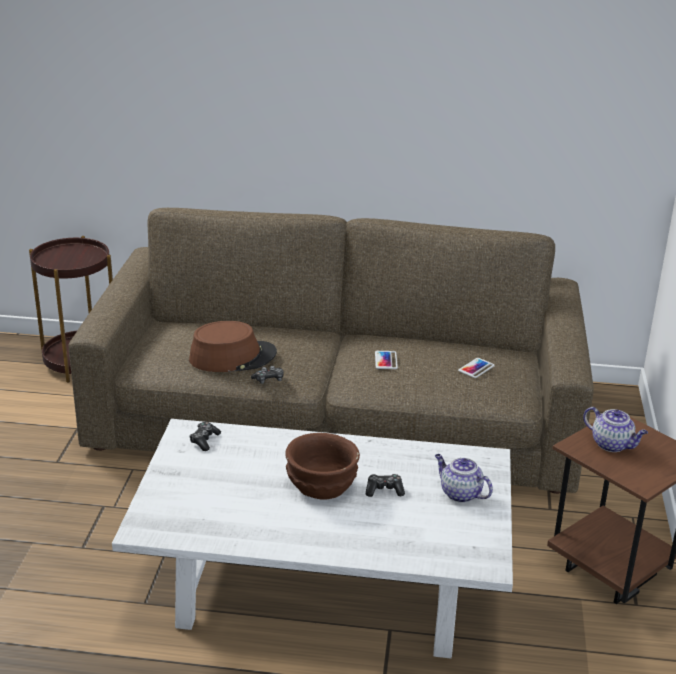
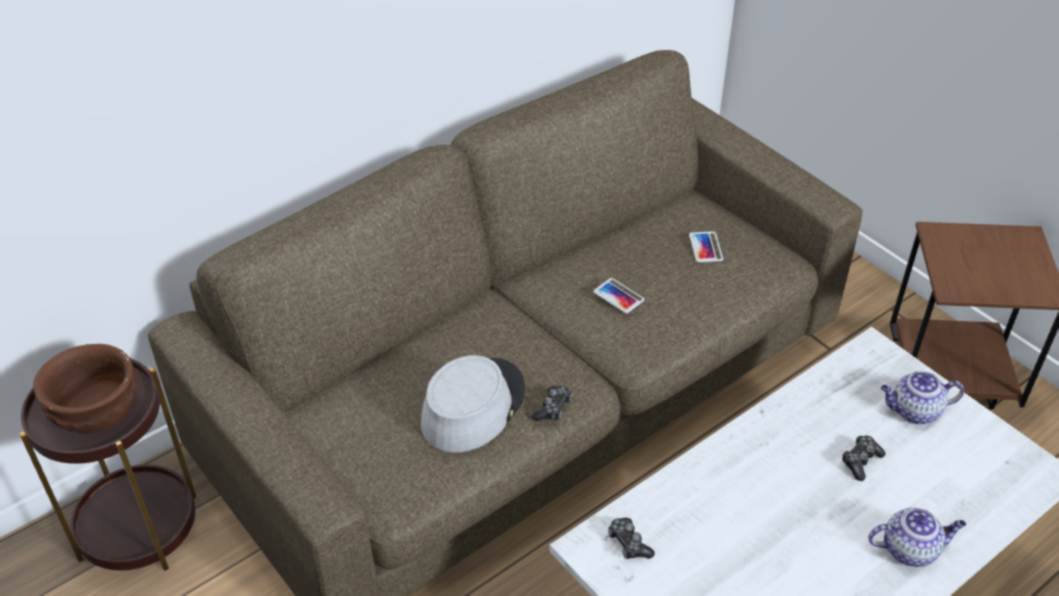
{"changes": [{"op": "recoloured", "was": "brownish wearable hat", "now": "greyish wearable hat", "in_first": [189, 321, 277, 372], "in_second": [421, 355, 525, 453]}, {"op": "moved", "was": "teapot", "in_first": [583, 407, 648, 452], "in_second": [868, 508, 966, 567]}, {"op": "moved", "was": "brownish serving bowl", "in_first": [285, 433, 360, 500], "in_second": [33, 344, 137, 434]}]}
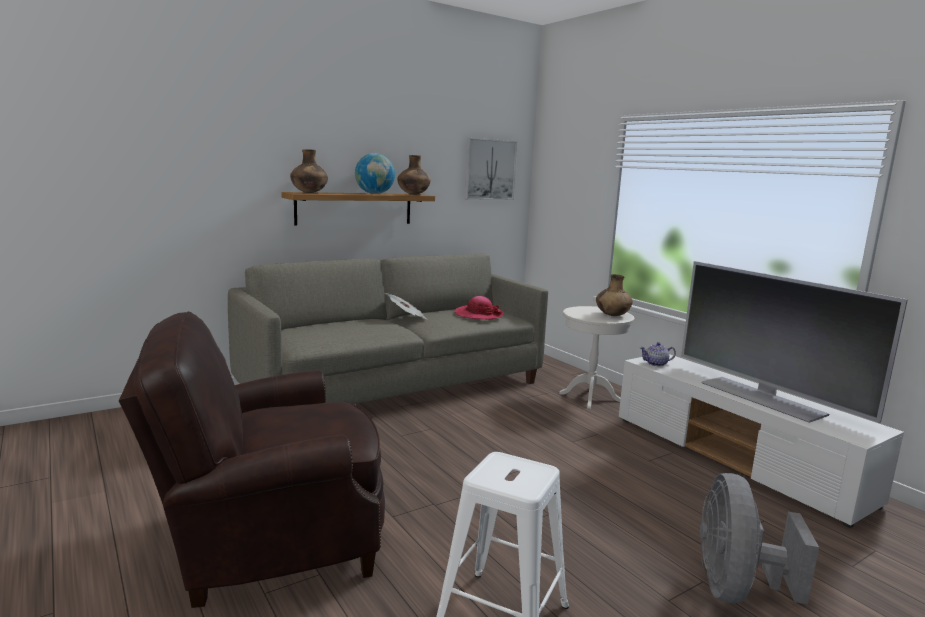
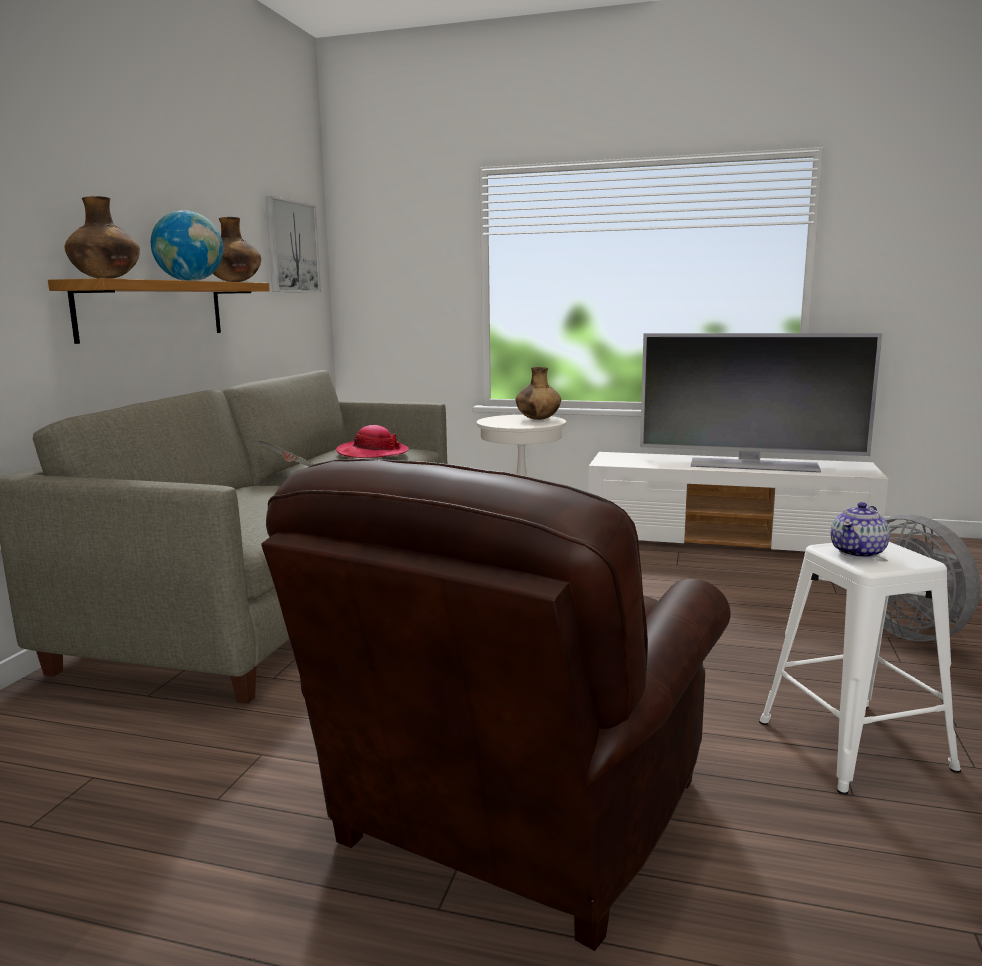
{"changes": [{"op": "moved", "was": "teapot", "in_first": [640, 342, 676, 366], "in_second": [831, 502, 890, 558]}]}
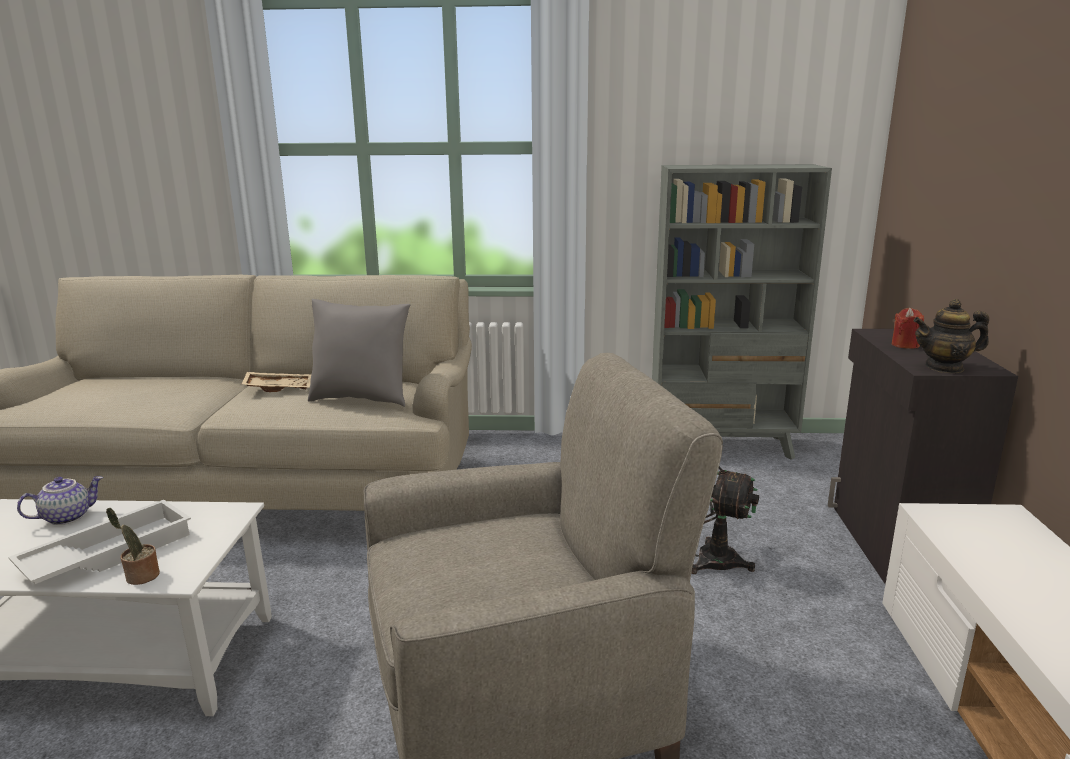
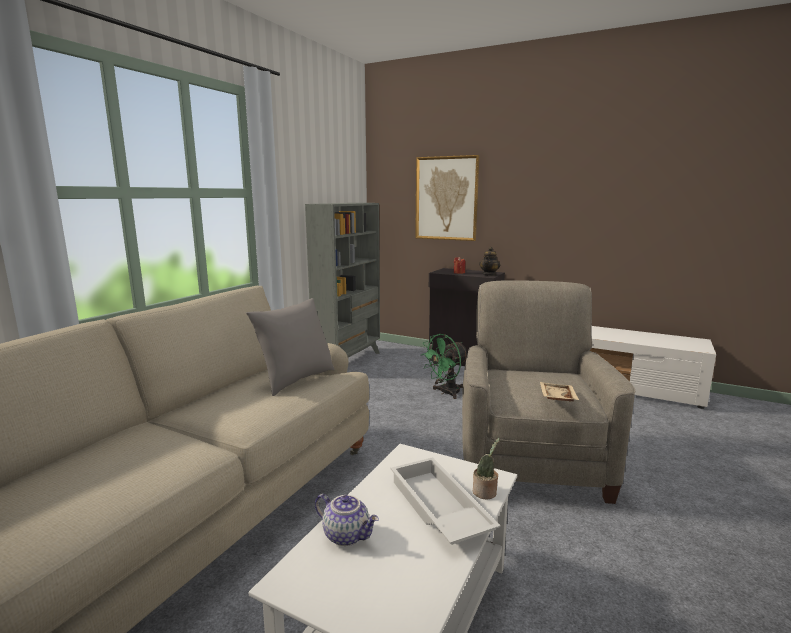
{"changes": [{"op": "moved", "was": "beige-coloured serving tray", "in_first": [242, 372, 311, 392], "in_second": [540, 382, 579, 402]}, {"op": "turned", "was": "teapot", "in_first": [17, 476, 103, 525], "in_second": [315, 494, 379, 546], "clockwise": 135}, {"op": "added", "now": "picture", "in_second": [415, 155, 479, 241]}]}
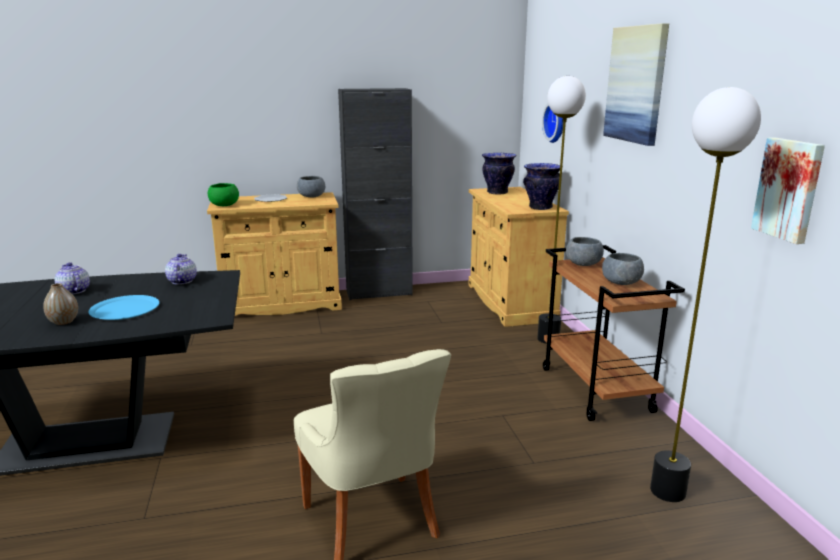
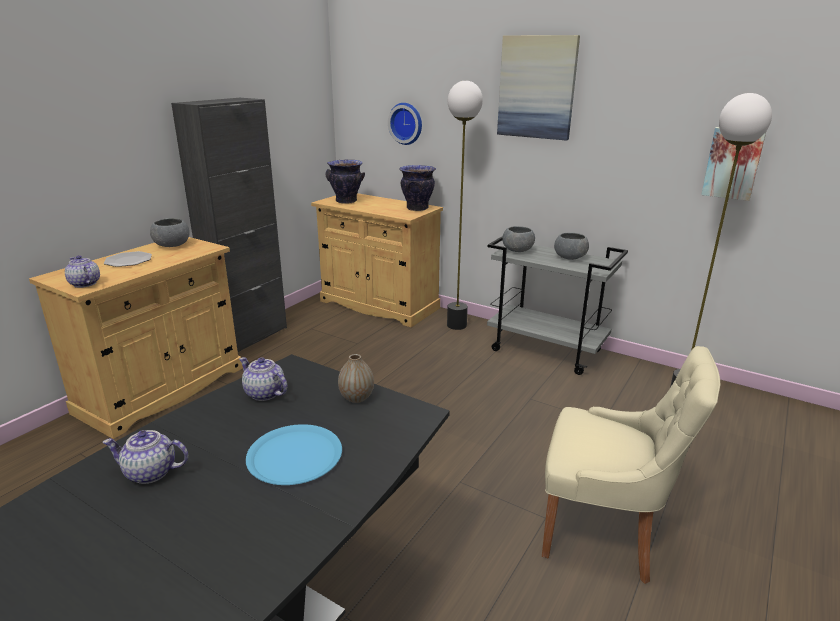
{"changes": [{"op": "replaced", "was": "green serving bowl", "now": "teapot", "in_first": [208, 183, 239, 206], "in_second": [65, 255, 100, 288]}, {"op": "recoloured", "was": "brownish trolley", "now": "greyish trolley", "in_first": [543, 245, 685, 421], "in_second": [487, 236, 628, 375]}, {"op": "moved", "was": "flower vase", "in_first": [43, 283, 78, 325], "in_second": [338, 354, 374, 403]}]}
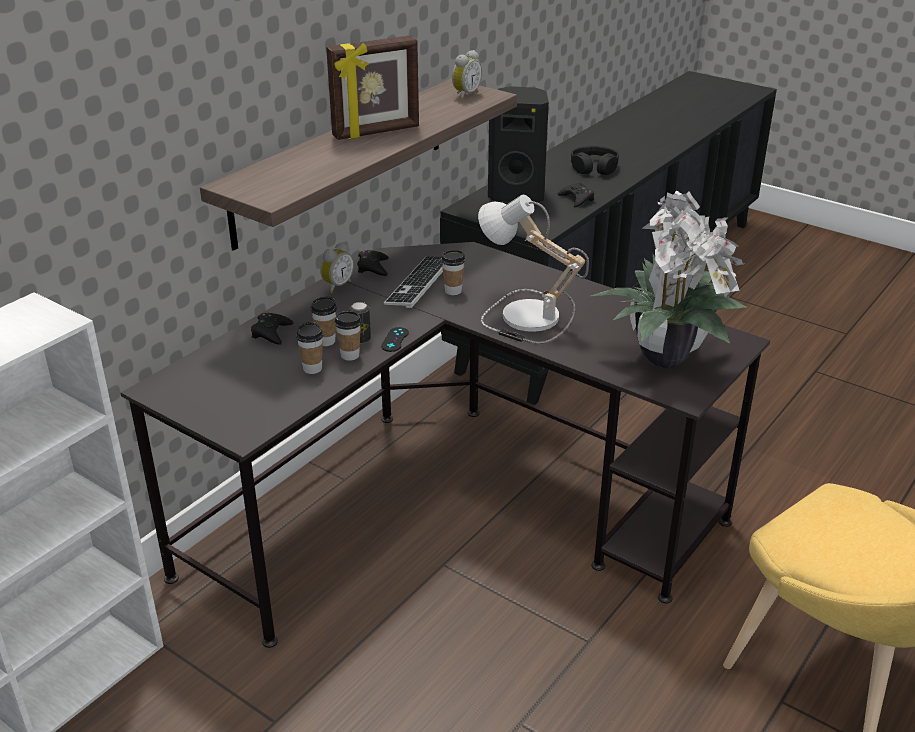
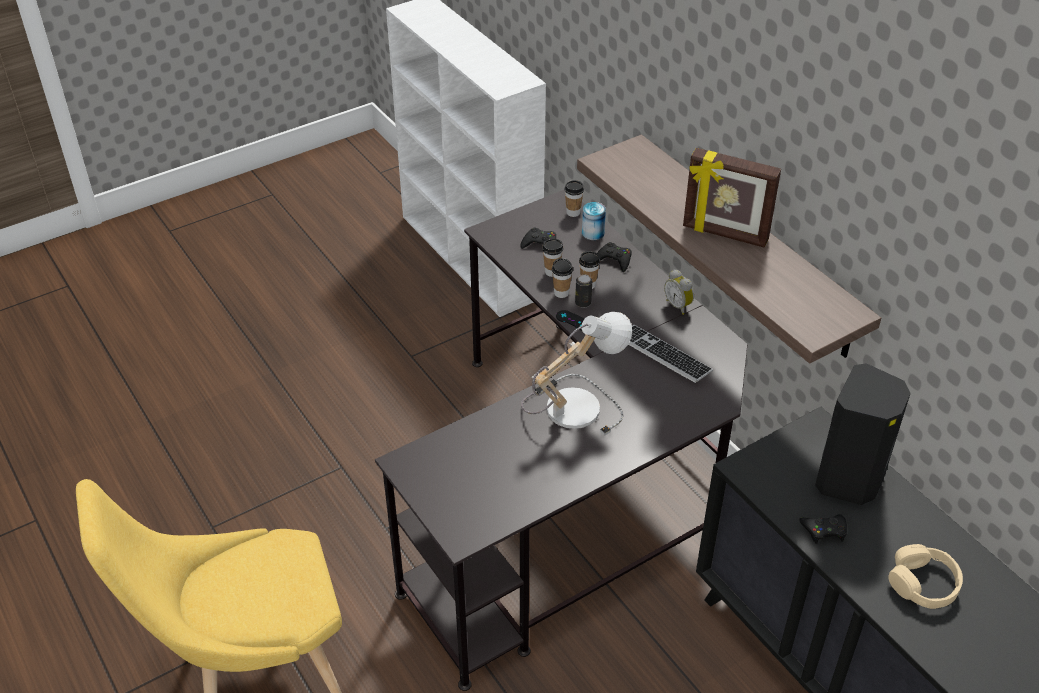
{"changes": [{"op": "turned", "was": "picture frame", "in_first": [326, 35, 419, 140], "in_second": [683, 148, 781, 247], "clockwise": -60}, {"op": "removed", "was": "table clock", "in_first": [452, 50, 482, 100]}, {"op": "recoloured", "was": "blackish headset", "now": "beige-coloured headset", "in_first": [571, 146, 619, 175], "in_second": [888, 544, 963, 609]}, {"op": "removed", "was": "potted plant", "in_first": [591, 190, 746, 368]}, {"op": "moved", "was": "blackish joypad", "in_first": [357, 250, 389, 276], "in_second": [520, 227, 556, 249]}, {"op": "moved", "was": "cup", "in_first": [441, 250, 465, 295], "in_second": [564, 180, 584, 217]}, {"op": "added", "now": "can", "in_second": [582, 202, 606, 240]}]}
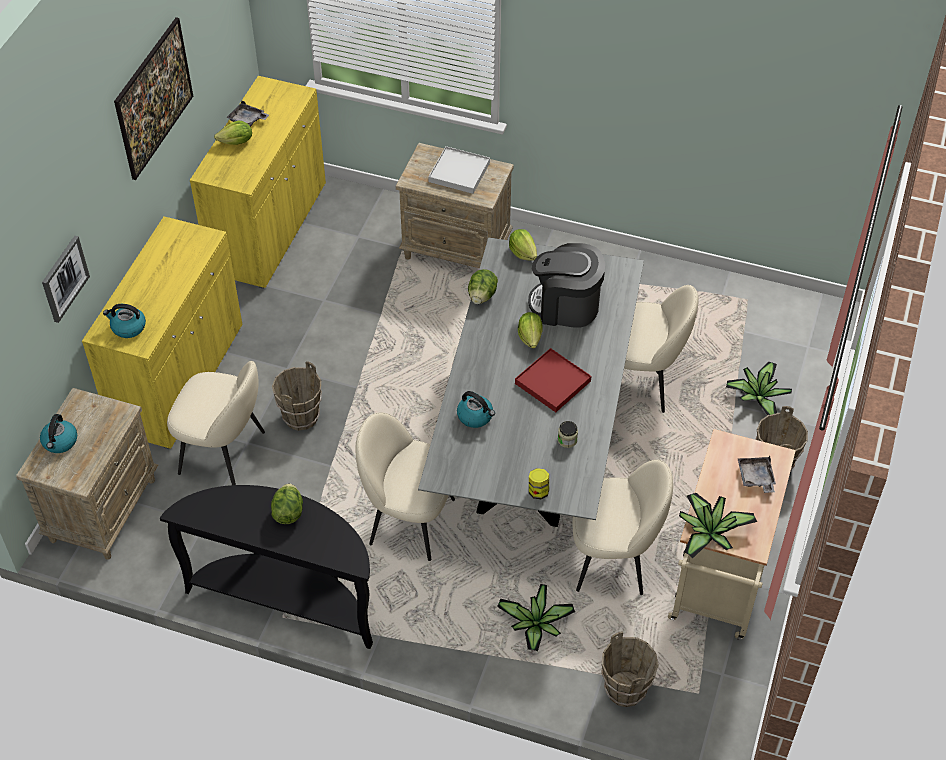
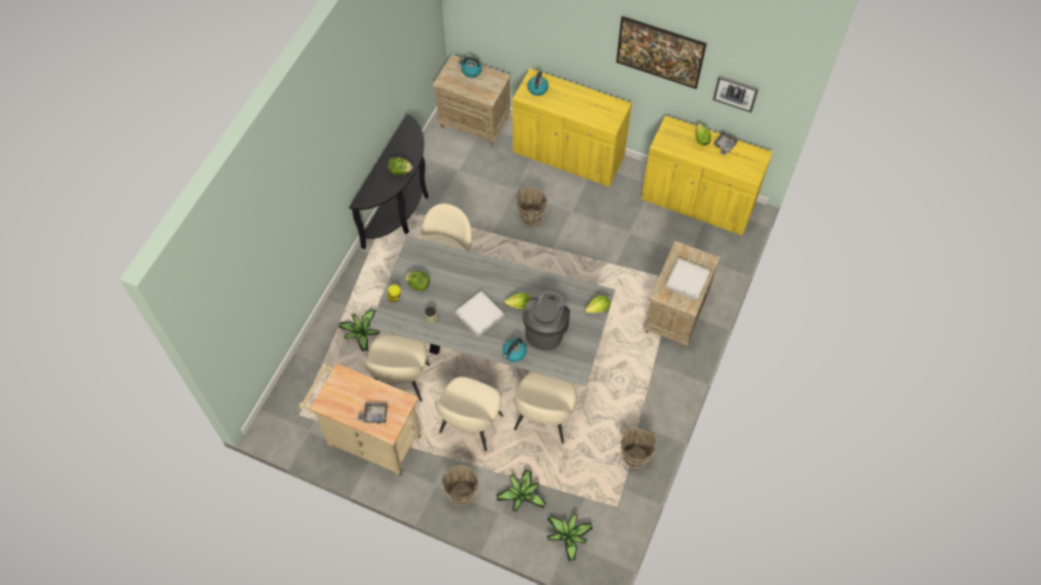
{"changes": [{"op": "moved", "was": "picture", "in_first": [42, 236, 90, 323], "in_second": [713, 75, 759, 113]}, {"op": "moved", "was": "head of lettuce", "in_first": [468, 269, 498, 304], "in_second": [405, 271, 430, 291]}, {"op": "recoloured", "was": "red-coloured serving tray", "now": "white-coloured serving tray", "in_first": [515, 348, 592, 412], "in_second": [454, 291, 505, 337]}, {"op": "moved", "was": "beige-coloured plain chair", "in_first": [167, 361, 265, 485], "in_second": [435, 377, 503, 451]}, {"op": "moved", "was": "kettle", "in_first": [457, 391, 495, 428], "in_second": [503, 338, 527, 362]}, {"op": "moved", "was": "potted plant", "in_first": [679, 493, 757, 559], "in_second": [547, 513, 593, 561]}, {"op": "moved", "was": "brownish bucket", "in_first": [601, 631, 659, 707], "in_second": [620, 428, 656, 468]}]}
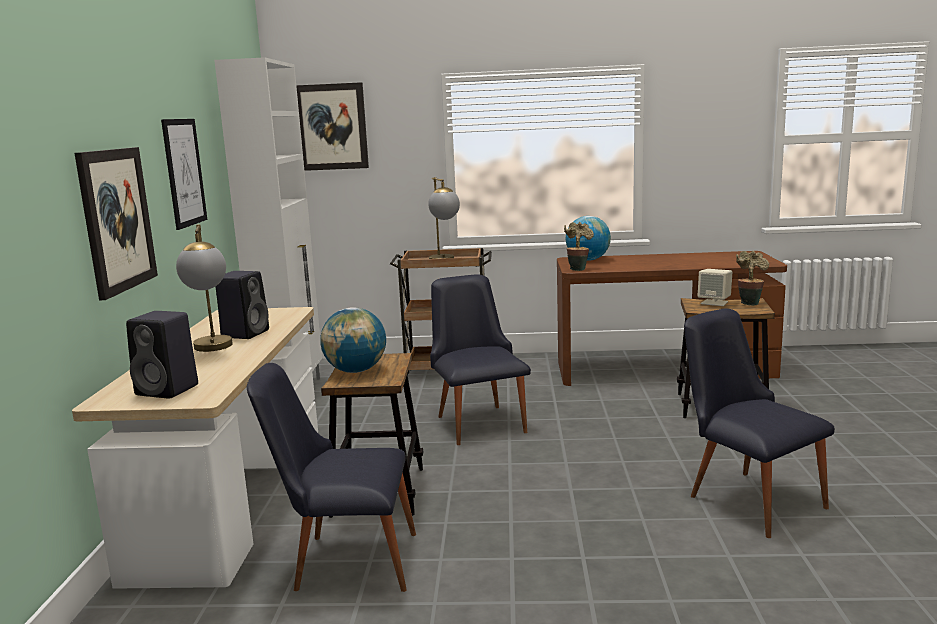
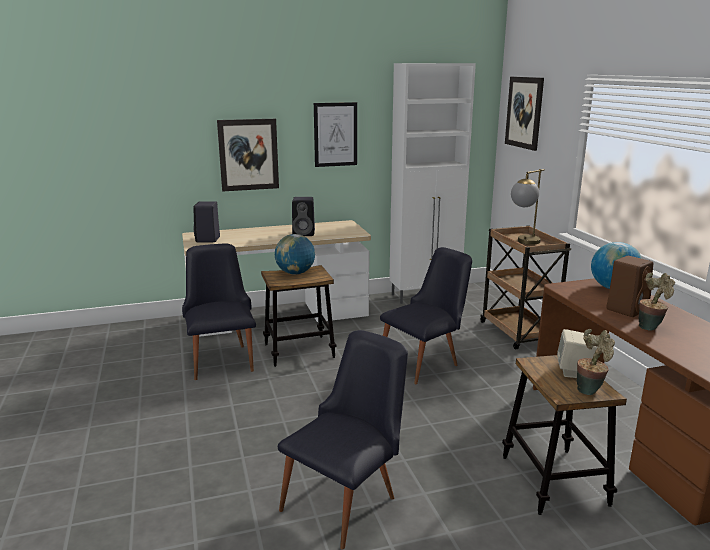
{"changes": [{"op": "moved", "was": "potted plant", "in_first": [564, 222, 594, 271], "in_second": [639, 272, 675, 331]}, {"op": "removed", "was": "table lamp", "in_first": [176, 224, 233, 352]}, {"op": "added", "now": "brownish speaker", "in_second": [606, 256, 653, 317]}]}
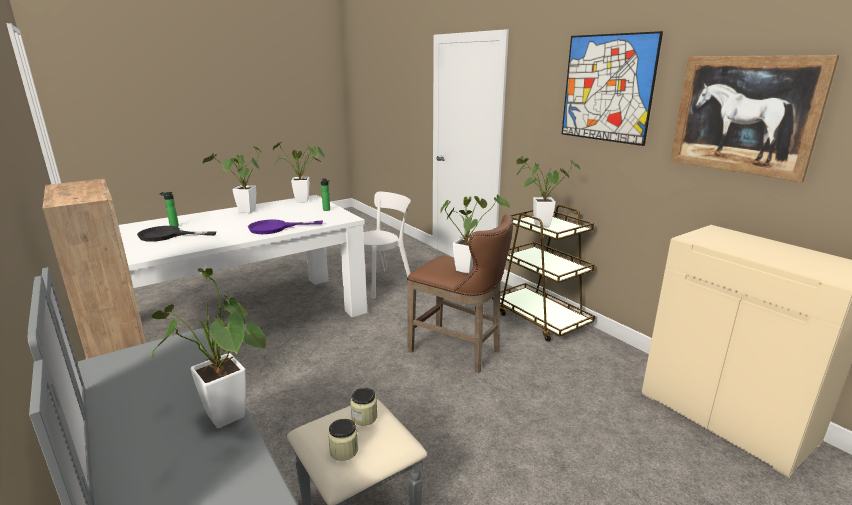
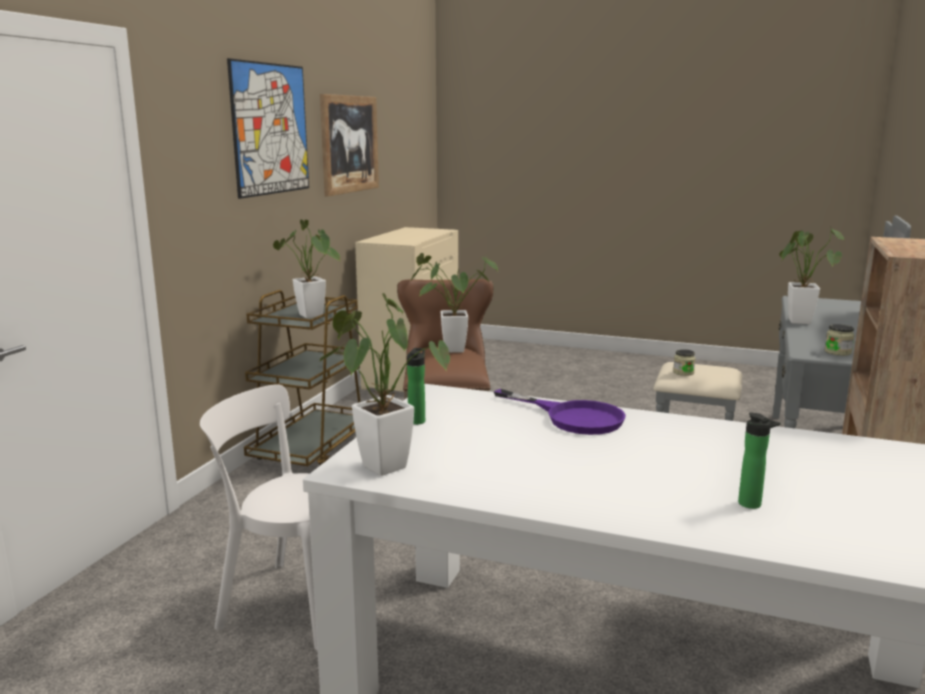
{"changes": [{"op": "removed", "was": "potted plant", "in_first": [202, 146, 262, 213]}, {"op": "removed", "was": "blackish pan", "in_first": [137, 226, 216, 242]}, {"op": "moved", "was": "storage jar", "in_first": [328, 419, 358, 461], "in_second": [825, 324, 855, 356]}]}
